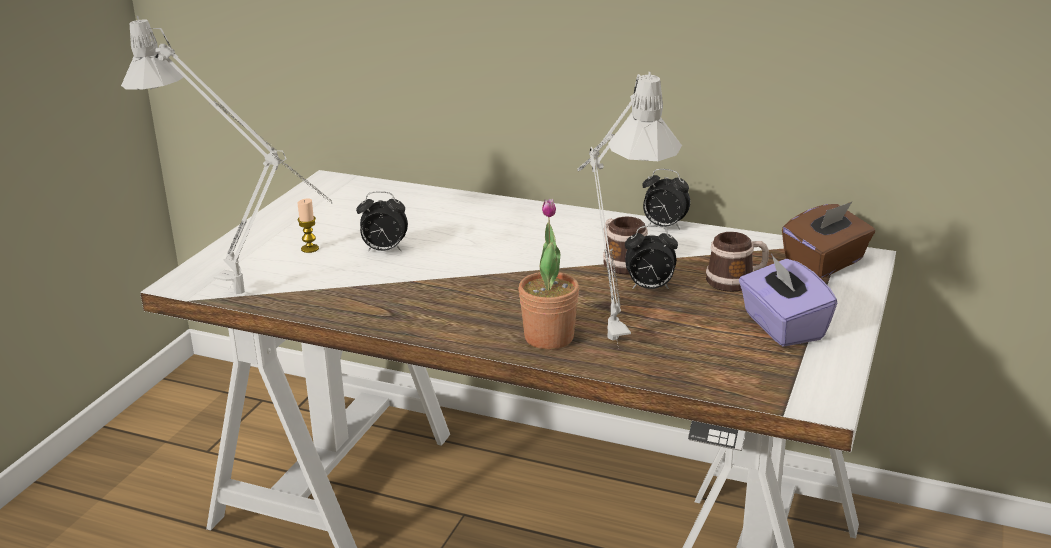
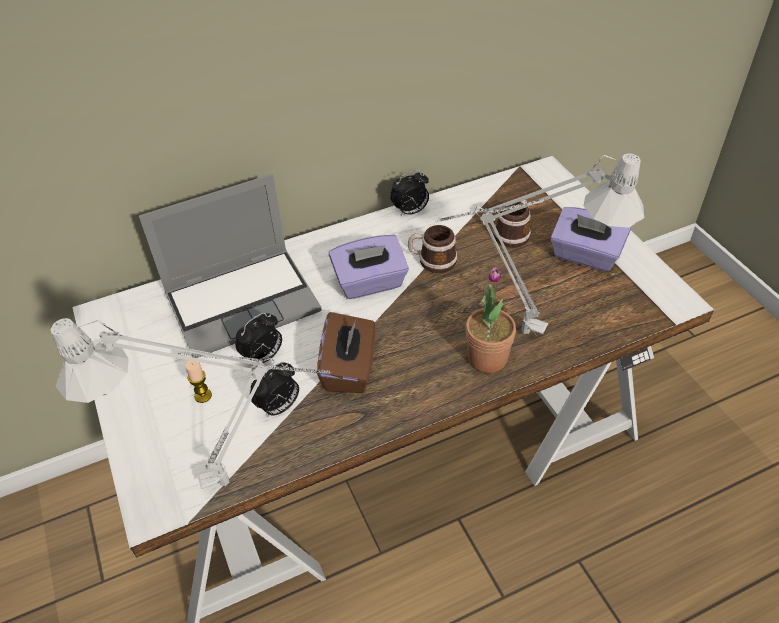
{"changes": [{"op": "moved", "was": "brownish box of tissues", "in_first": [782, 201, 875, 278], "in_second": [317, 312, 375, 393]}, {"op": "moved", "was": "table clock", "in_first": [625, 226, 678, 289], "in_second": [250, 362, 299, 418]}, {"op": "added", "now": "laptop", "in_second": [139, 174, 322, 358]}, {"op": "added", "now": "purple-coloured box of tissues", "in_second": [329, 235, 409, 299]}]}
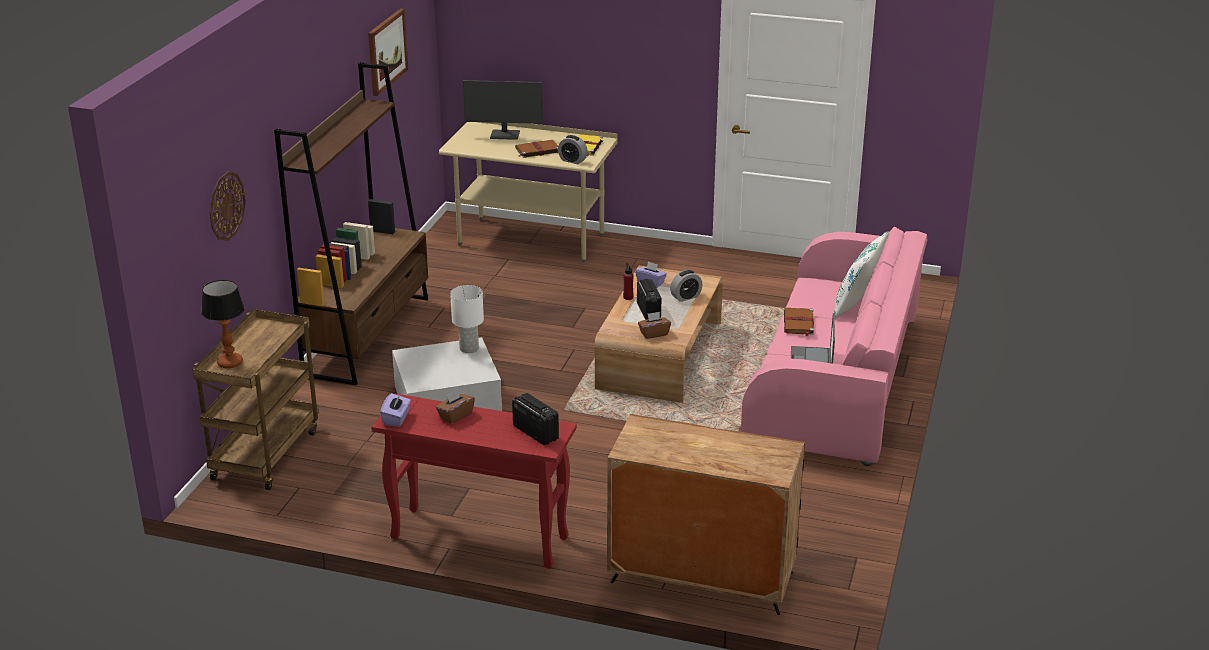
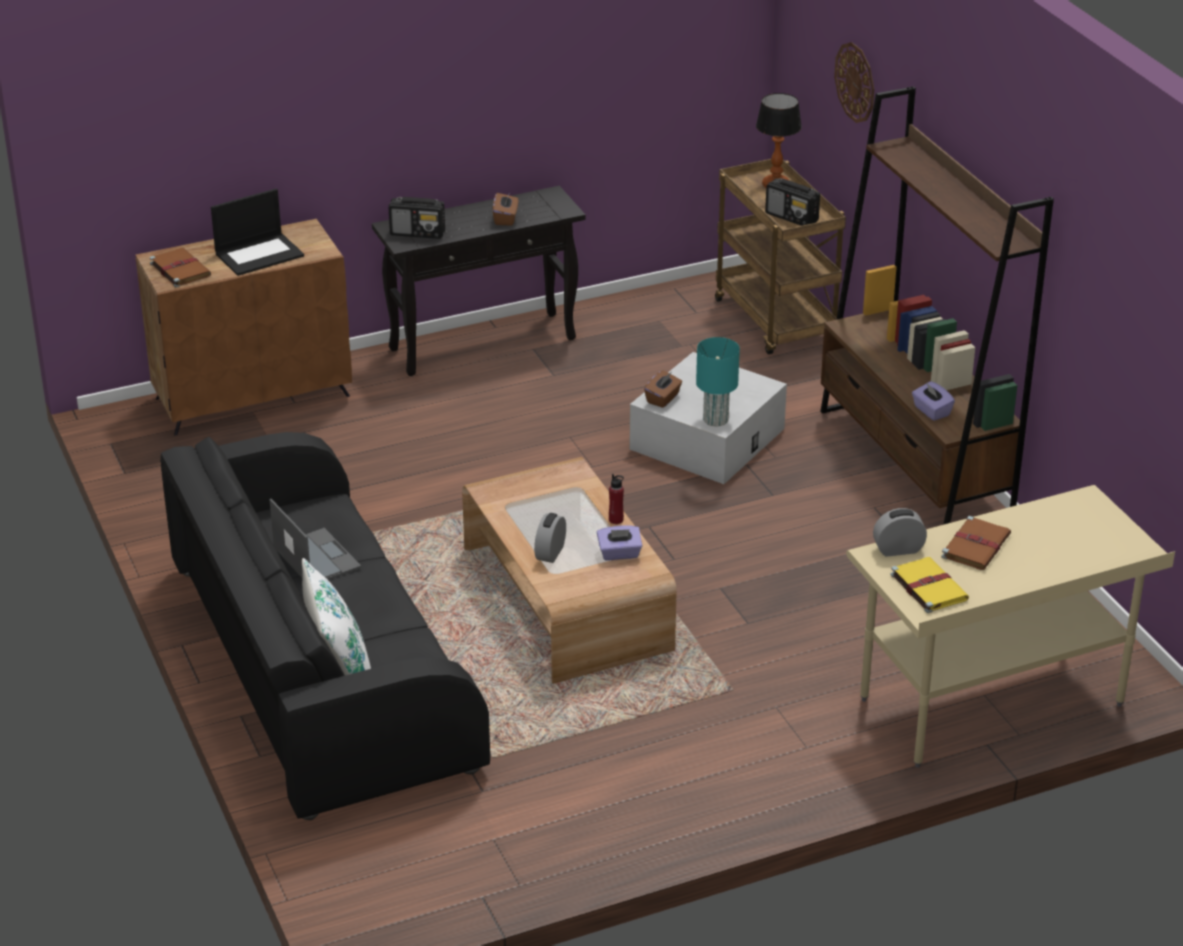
{"changes": [{"op": "removed", "was": "picture", "in_first": [368, 9, 408, 96]}, {"op": "removed", "was": "monitor", "in_first": [463, 80, 543, 140]}, {"op": "recoloured", "was": "pinkish couch", "now": "blackish couch", "in_first": [741, 227, 927, 466], "in_second": [160, 432, 490, 820]}, {"op": "moved", "was": "radio receiver", "in_first": [637, 279, 661, 320], "in_second": [765, 178, 820, 226]}, {"op": "recoloured", "was": "white-coloured table lamp", "now": "turquoise table lamp", "in_first": [450, 285, 484, 353], "in_second": [696, 337, 740, 426]}, {"op": "moved", "was": "brownish bound book", "in_first": [784, 308, 814, 337], "in_second": [150, 248, 211, 287]}, {"op": "moved", "was": "brownish box of tissues", "in_first": [638, 312, 671, 339], "in_second": [644, 370, 682, 408]}, {"op": "moved", "was": "purple-coloured box of tissues", "in_first": [380, 393, 411, 427], "in_second": [912, 381, 955, 421]}, {"op": "recoloured", "was": "red-coloured console table", "now": "blackish console table", "in_first": [371, 394, 577, 569], "in_second": [372, 186, 586, 376]}, {"op": "added", "now": "laptop", "in_second": [211, 189, 304, 276]}]}
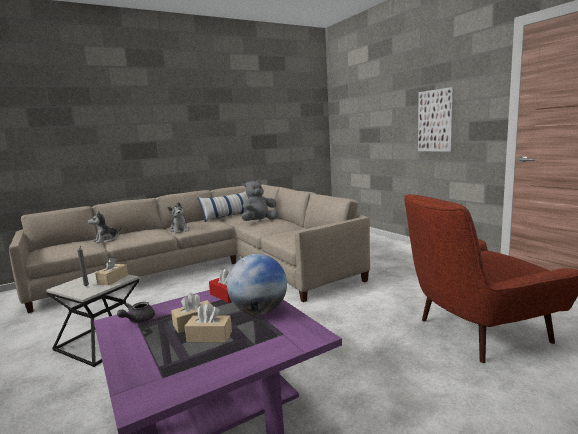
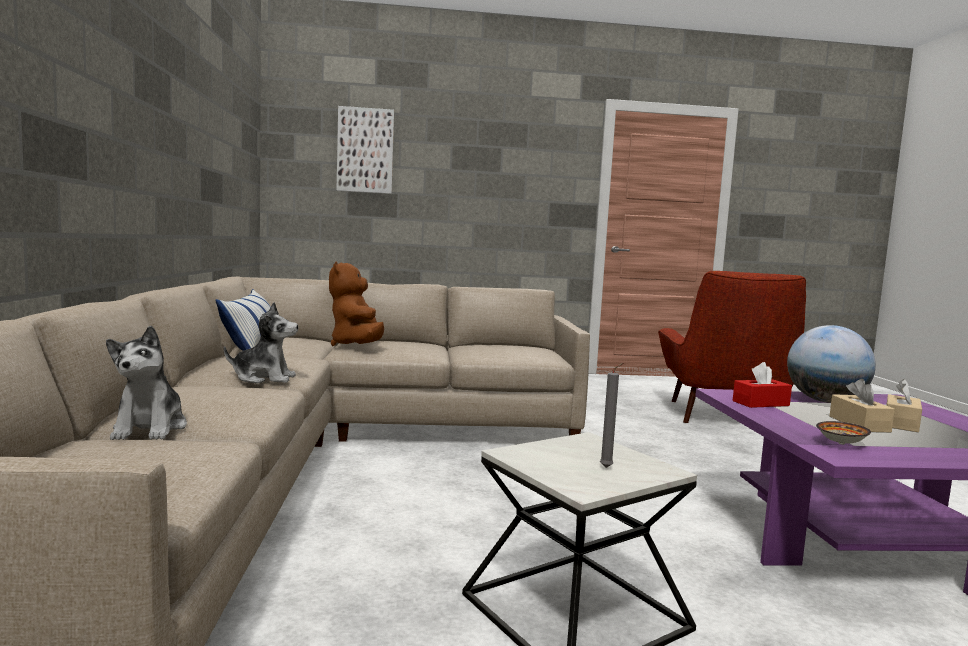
{"changes": [{"op": "moved", "was": "picture", "in_first": [418, 87, 454, 152], "in_second": [336, 106, 394, 194]}, {"op": "recoloured", "was": "greyish soft toy", "now": "brownish soft toy", "in_first": [242, 180, 279, 221], "in_second": [329, 261, 384, 346]}, {"op": "removed", "was": "beige-coloured box of tissues", "in_first": [95, 258, 128, 285]}, {"op": "replaced", "was": "greyish teapot", "now": "serving bowl", "in_first": [117, 302, 155, 323], "in_second": [816, 421, 871, 445]}]}
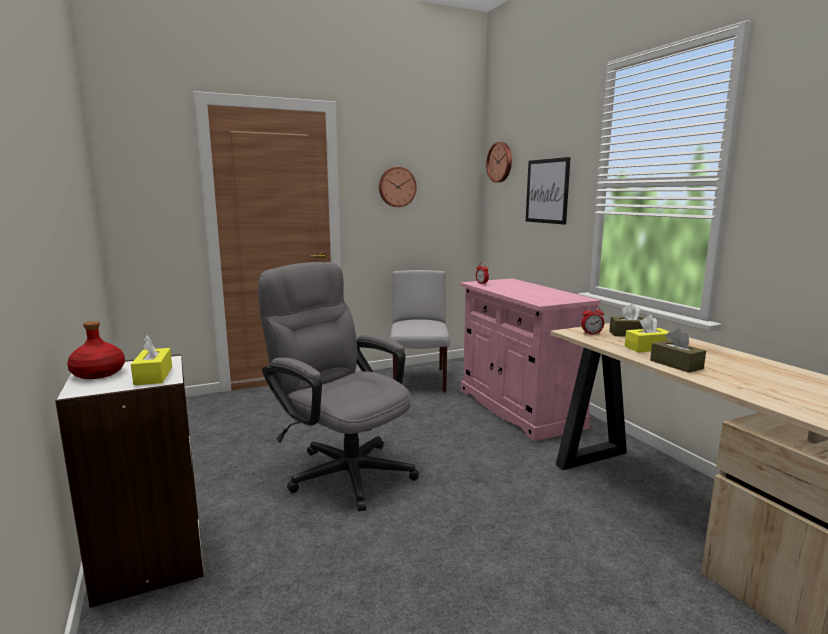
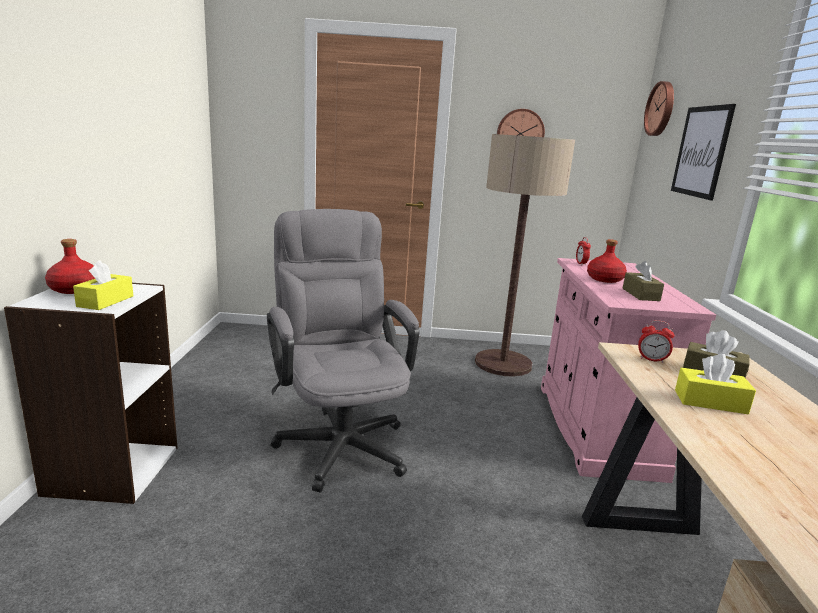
{"changes": [{"op": "replaced", "was": "greyish plain chair", "now": "standard lamp", "in_first": [390, 270, 450, 392], "in_second": [475, 134, 575, 377]}, {"op": "moved", "was": "brownish box of tissues", "in_first": [650, 329, 706, 373], "in_second": [623, 261, 664, 301]}, {"op": "added", "now": "red-coloured bottle", "in_second": [587, 239, 627, 283]}]}
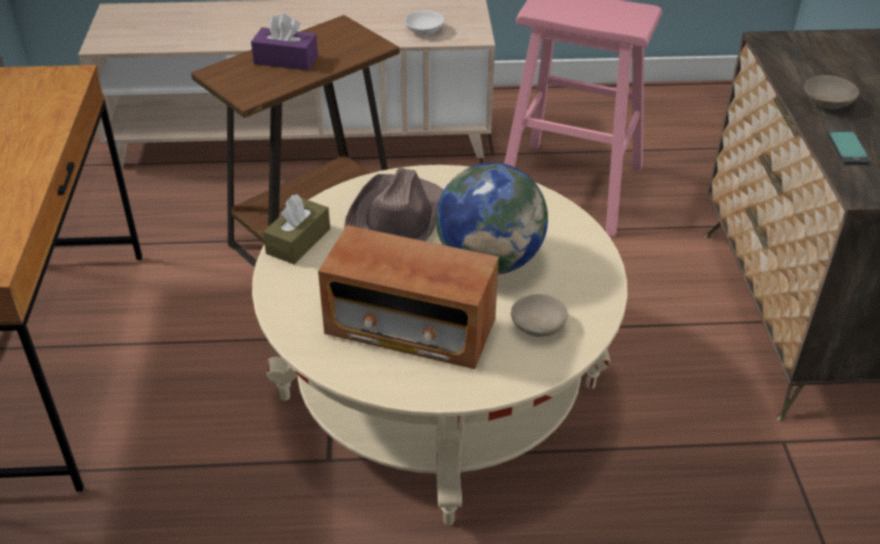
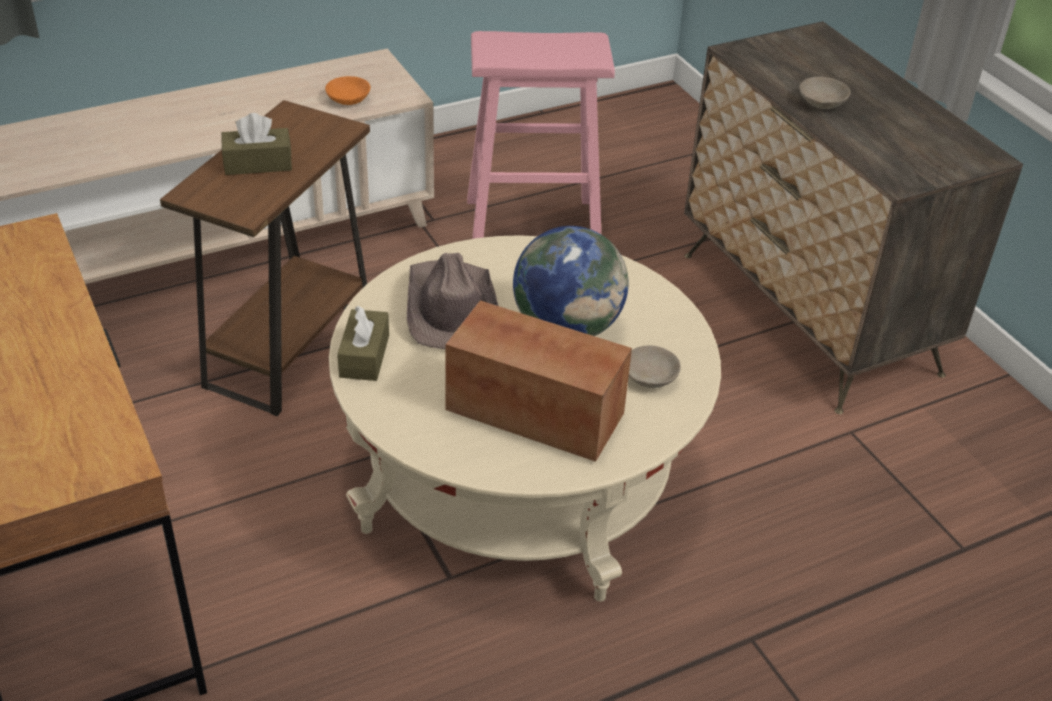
{"changes": [{"op": "recoloured", "was": "white-coloured serving bowl", "now": "orange serving bowl", "in_first": [405, 10, 444, 35], "in_second": [325, 76, 370, 105]}, {"op": "recoloured", "was": "purple-coloured box of tissues", "now": "brownish box of tissues", "in_first": [251, 13, 318, 71], "in_second": [221, 113, 292, 175]}, {"op": "removed", "was": "handset", "in_first": [827, 130, 871, 165]}, {"op": "turned", "was": "radio receiver", "in_first": [318, 225, 499, 369], "in_second": [445, 300, 632, 462], "clockwise": -150}]}
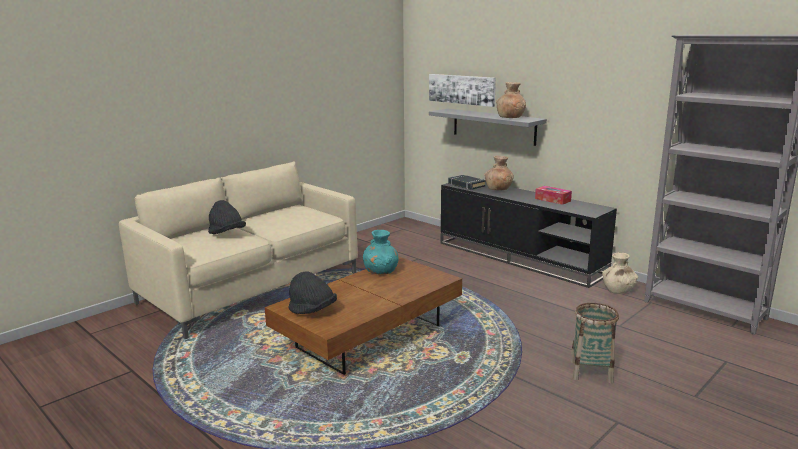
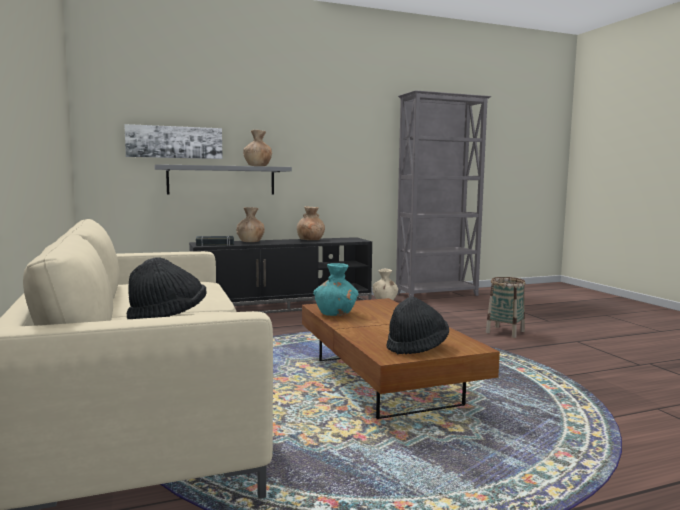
{"changes": [{"op": "replaced", "was": "box of tissues", "now": "brownish flower vase", "in_first": [535, 186, 572, 205], "in_second": [297, 206, 325, 240]}]}
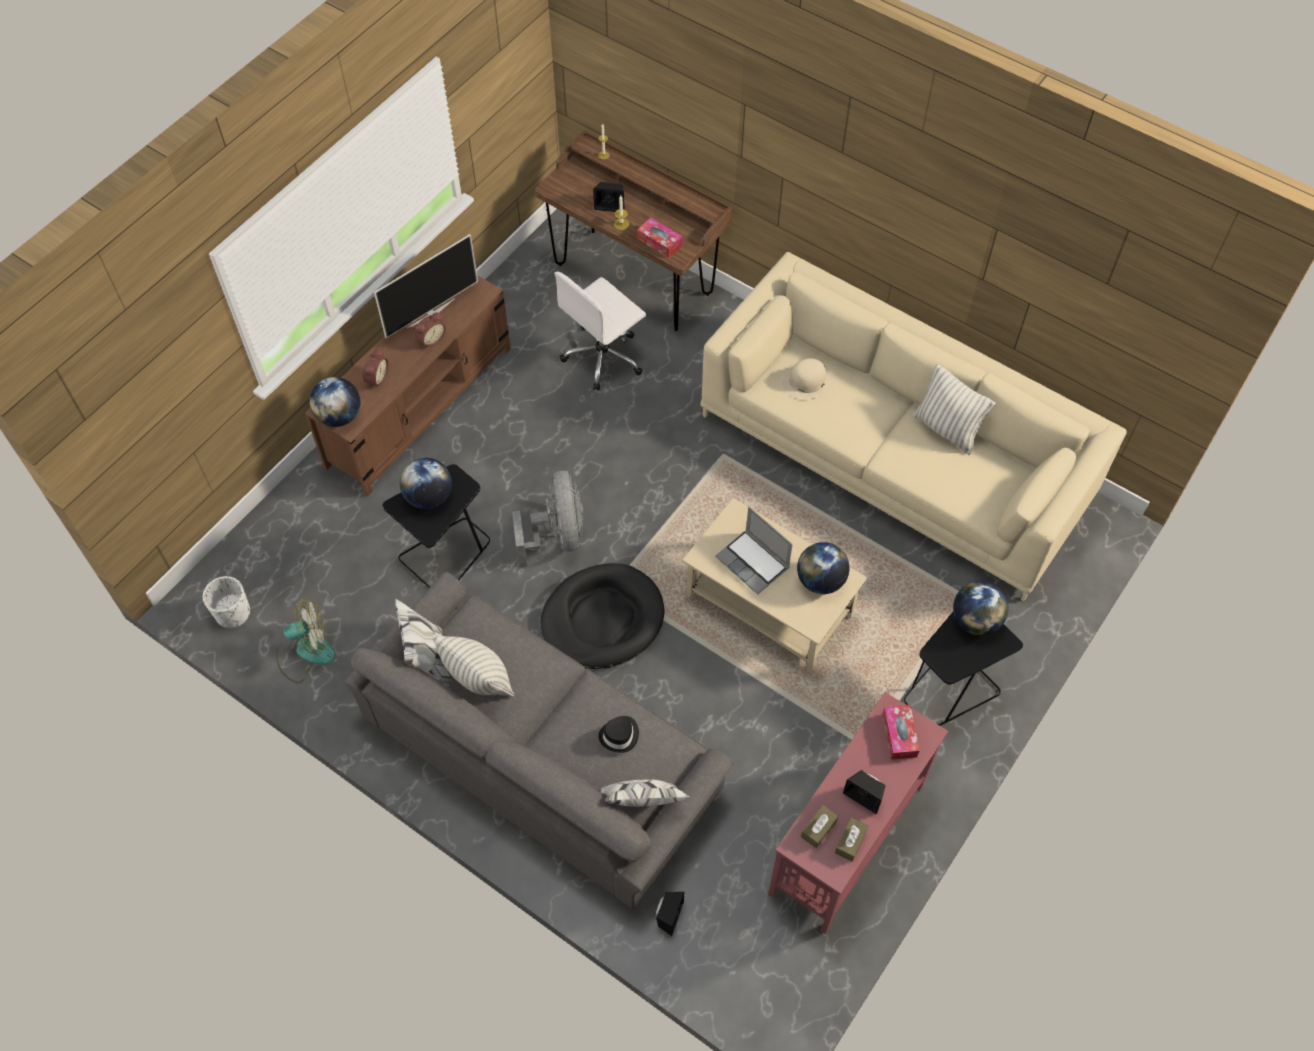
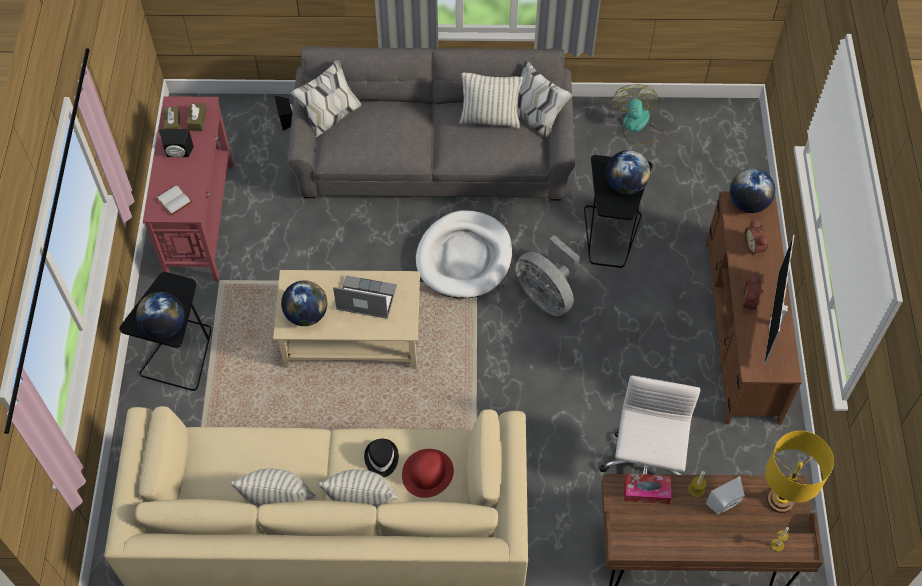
{"changes": [{"op": "recoloured", "was": "blackish speaker", "now": "white-coloured speaker", "in_first": [593, 182, 624, 212], "in_second": [706, 476, 745, 514]}, {"op": "recoloured", "was": "beige-coloured wearable hat", "now": "red-coloured wearable hat", "in_first": [781, 358, 834, 399], "in_second": [402, 449, 454, 498]}, {"op": "recoloured", "was": "blackish pet bed", "now": "white-coloured pet bed", "in_first": [541, 563, 665, 669], "in_second": [416, 210, 512, 299]}, {"op": "removed", "was": "white-coloured plant pot", "in_first": [203, 576, 250, 628]}, {"op": "turned", "was": "fan", "in_first": [276, 599, 335, 683], "in_second": [612, 84, 664, 145], "clockwise": 135}, {"op": "replaced", "was": "box of tissues", "now": "white-coloured bound book", "in_first": [882, 705, 920, 760], "in_second": [156, 184, 192, 216]}, {"op": "moved", "was": "blackish wearable hat", "in_first": [598, 716, 639, 753], "in_second": [364, 439, 399, 477]}, {"op": "added", "now": "yellow-coloured table lamp", "in_second": [765, 431, 834, 513]}, {"op": "added", "now": "cushion", "in_second": [319, 469, 399, 508]}]}
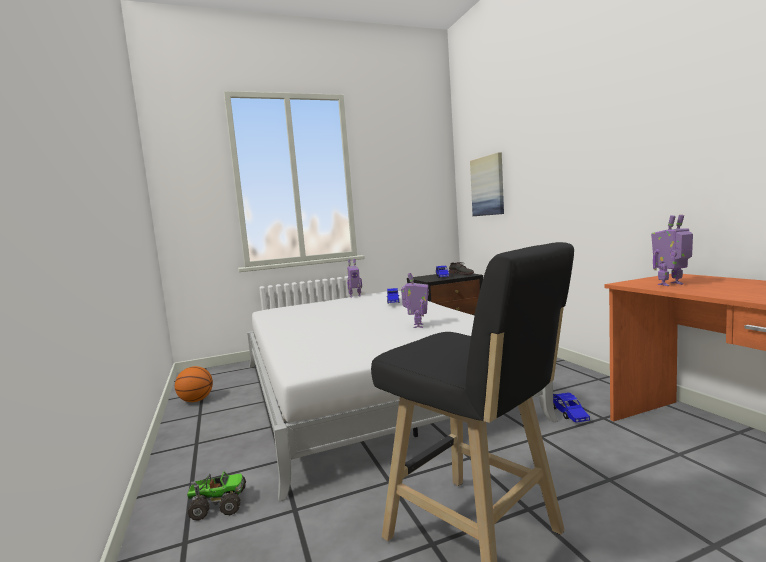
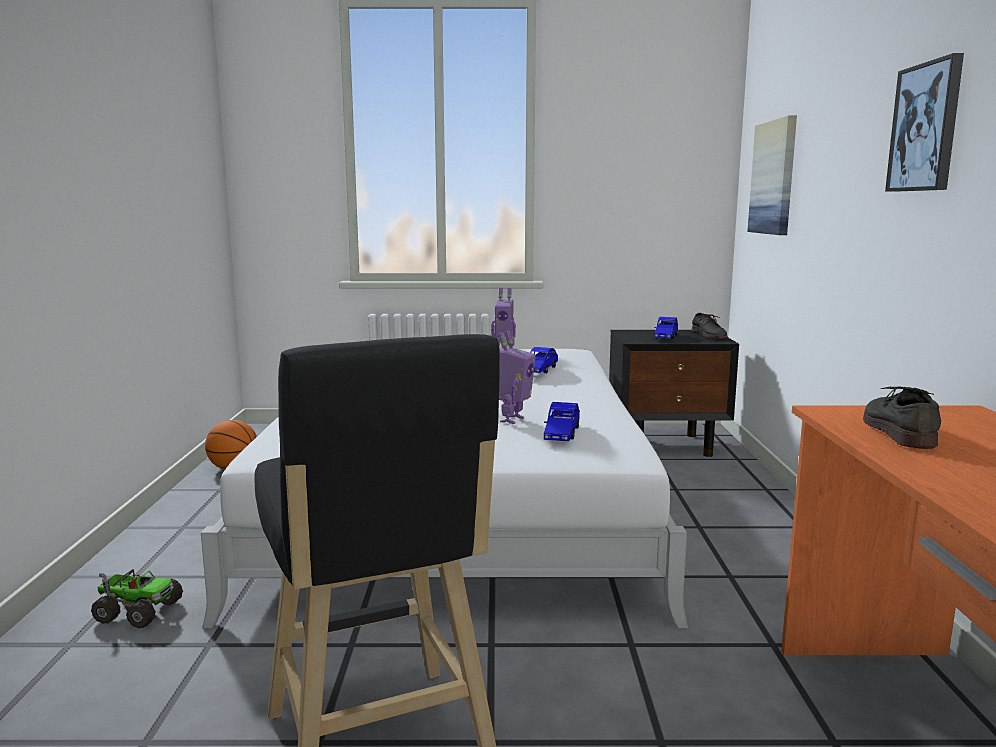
{"changes": [{"op": "replaced", "was": "toy robot", "now": "greyish shoe", "in_first": [651, 214, 693, 286], "in_second": [863, 387, 941, 449]}, {"op": "moved", "was": "blue-coloured model car", "in_first": [553, 393, 590, 423], "in_second": [544, 402, 580, 441]}, {"op": "added", "now": "picture", "in_second": [885, 53, 964, 192]}]}
